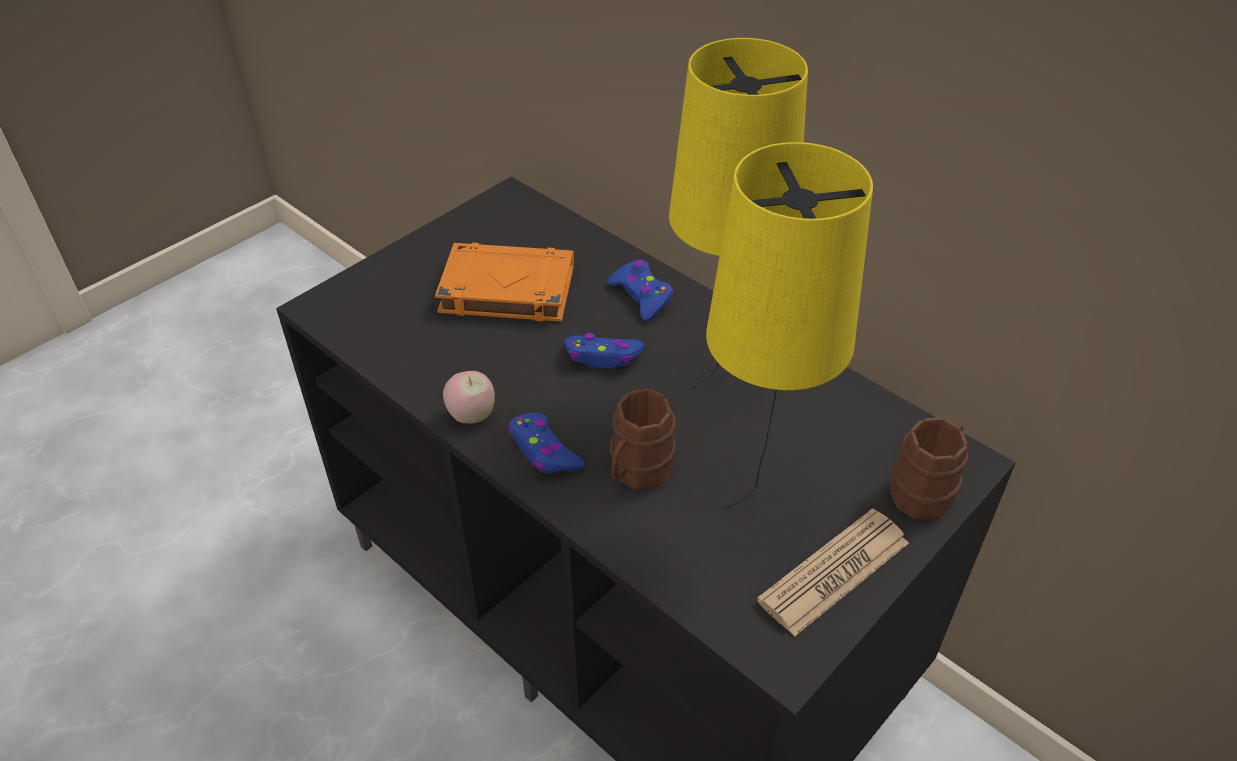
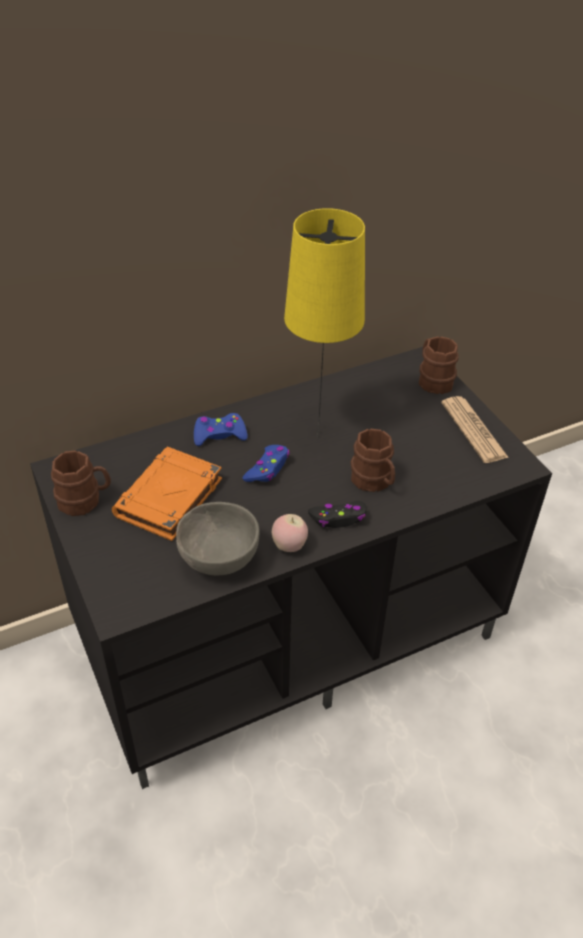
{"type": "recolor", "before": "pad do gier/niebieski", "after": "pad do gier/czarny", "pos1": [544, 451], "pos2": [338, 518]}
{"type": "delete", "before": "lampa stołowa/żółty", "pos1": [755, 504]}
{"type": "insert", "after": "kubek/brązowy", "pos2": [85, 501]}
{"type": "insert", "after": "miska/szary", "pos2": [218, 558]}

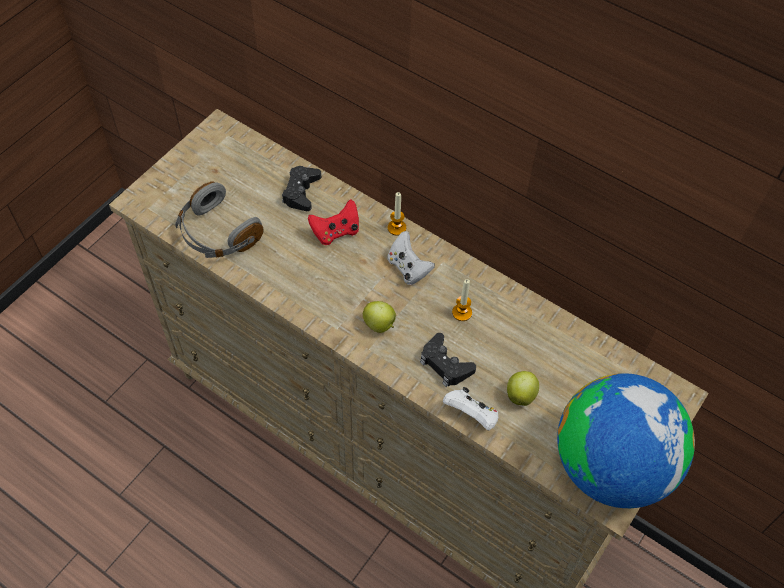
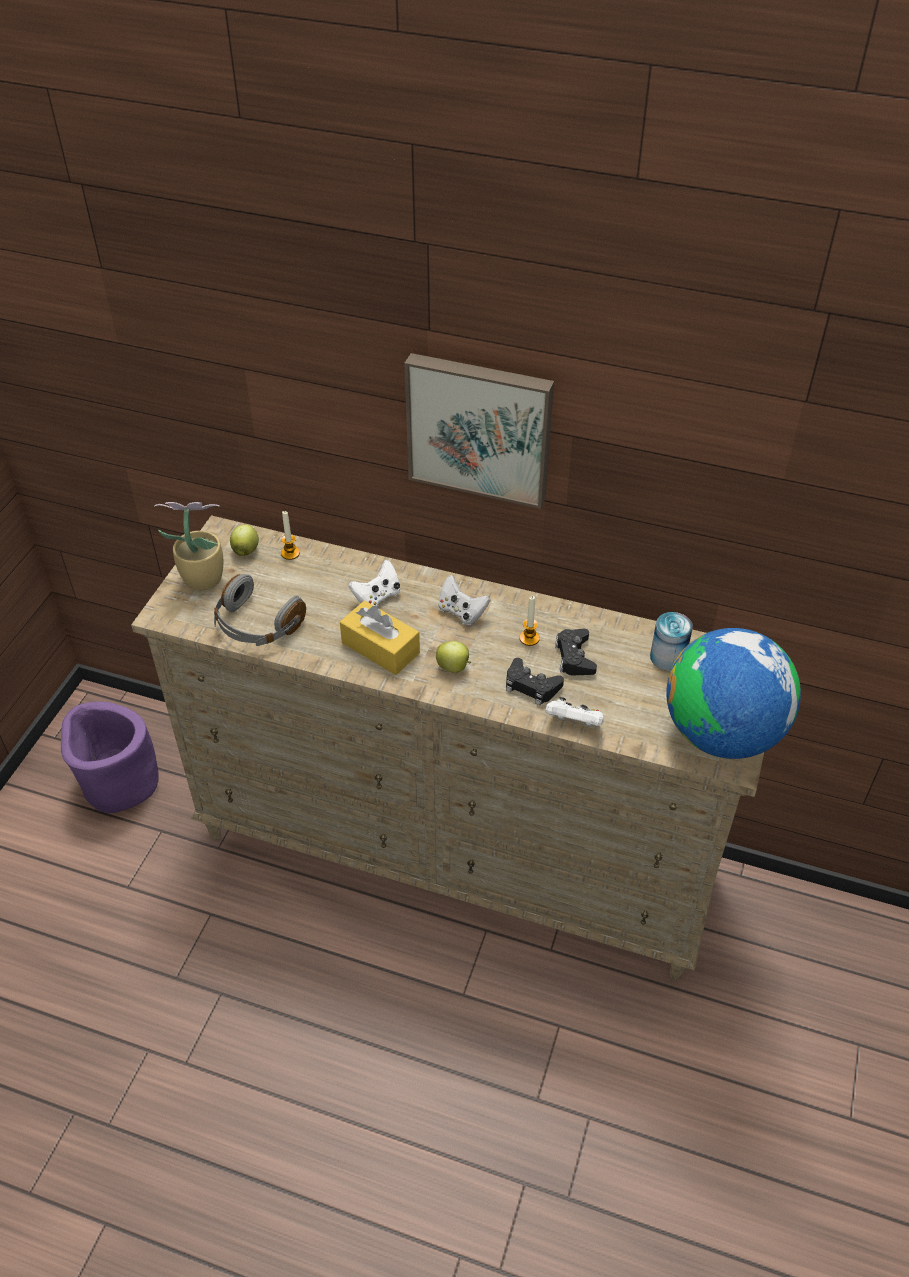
{"type": "move", "before": "pad do gier/czarny", "pos1": [301, 192], "pos2": [574, 657]}
{"type": "recolor", "before": "pad do gier/czerwony", "after": "pad do gier/biały", "pos1": [336, 232], "pos2": [377, 597]}
{"type": "move", "before": "świeca", "pos1": [396, 228], "pos2": [290, 553]}
{"type": "move", "before": "jabłko", "pos1": [520, 394], "pos2": [246, 550]}
{"type": "insert", "after": "donica/fioletowy", "pos2": [119, 784]}
{"type": "insert", "after": "roślina doniczkowa", "pos2": [201, 578]}
{"type": "insert", "after": "pudełko chusteczek/żółty", "pos2": [380, 648]}
{"type": "insert", "after": "obraz", "pos2": [480, 427]}
{"type": "insert", "after": "puszka", "pos2": [667, 657]}

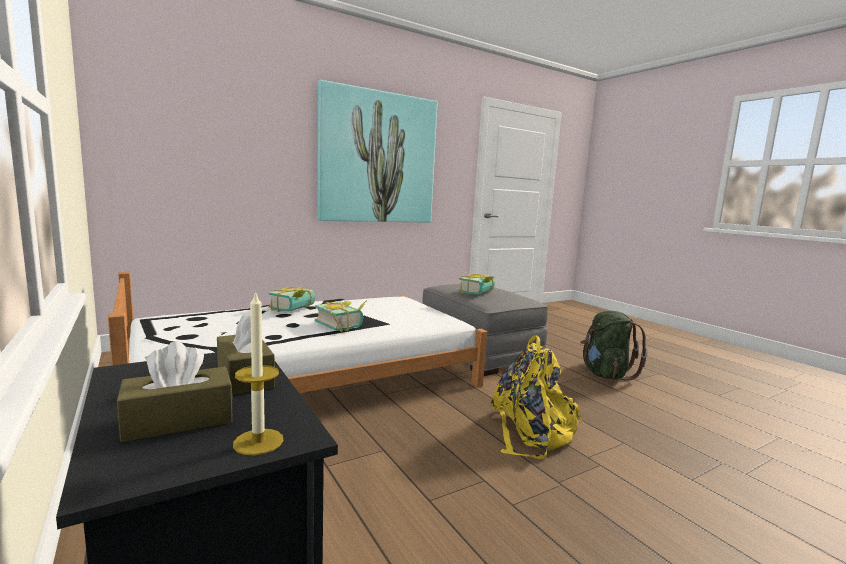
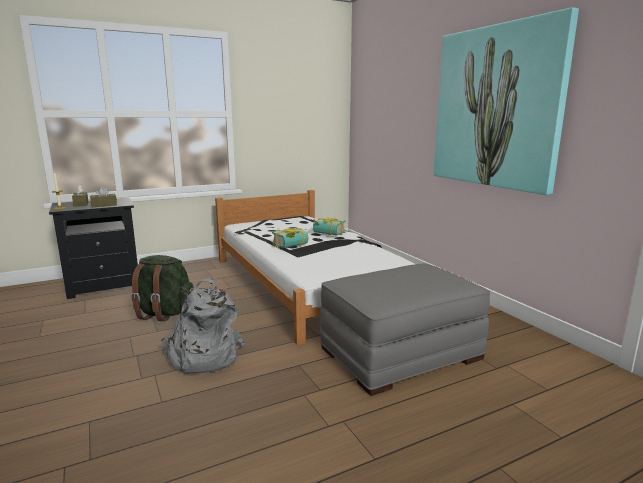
{"type": "delete", "before": "książka", "pos1": [479, 293]}
{"type": "recolor", "before": "plecak/żółty", "after": "plecak/szary", "pos1": [532, 432], "pos2": [203, 357]}
{"type": "move", "before": "plecak/zielony", "pos1": [605, 374], "pos2": [164, 313]}

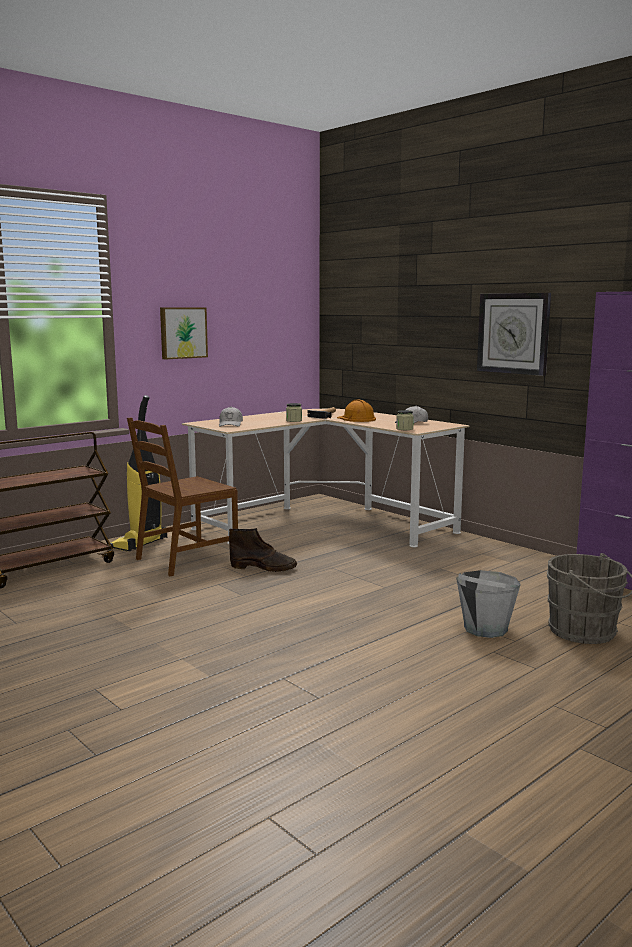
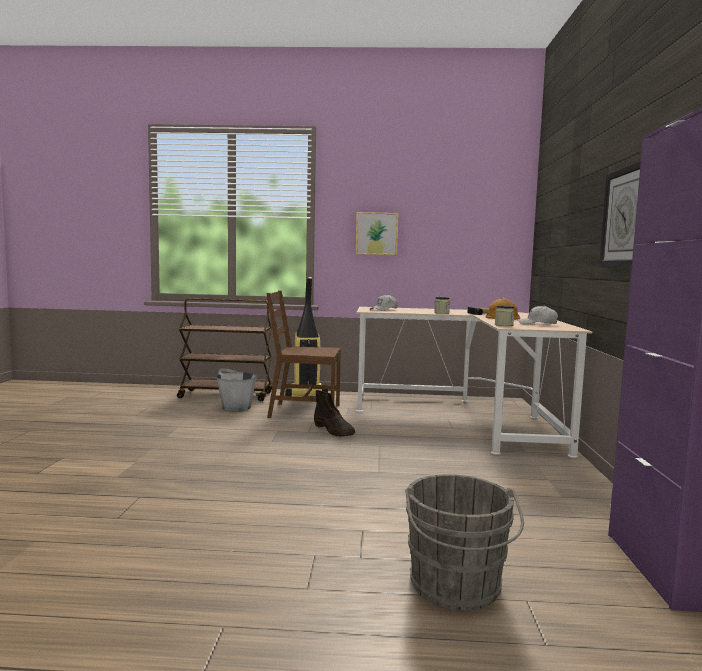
{"type": "move", "before": "wiadro/szary", "pos1": [485, 628], "pos2": [236, 408]}

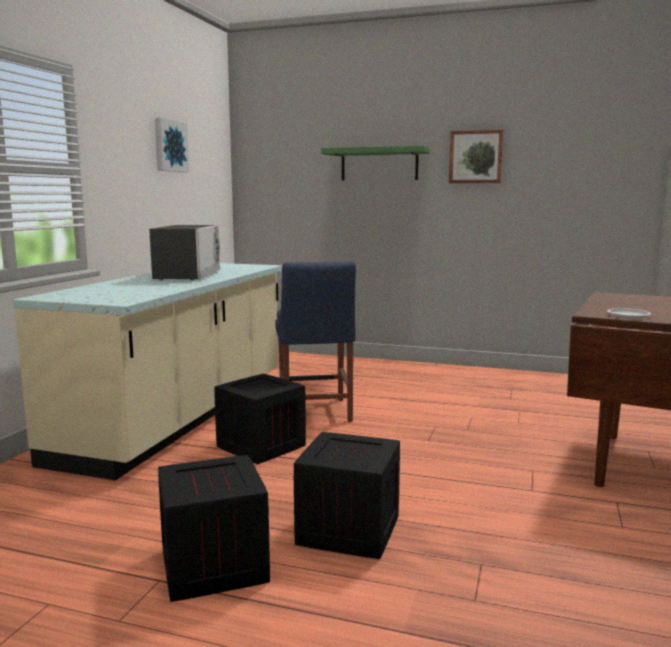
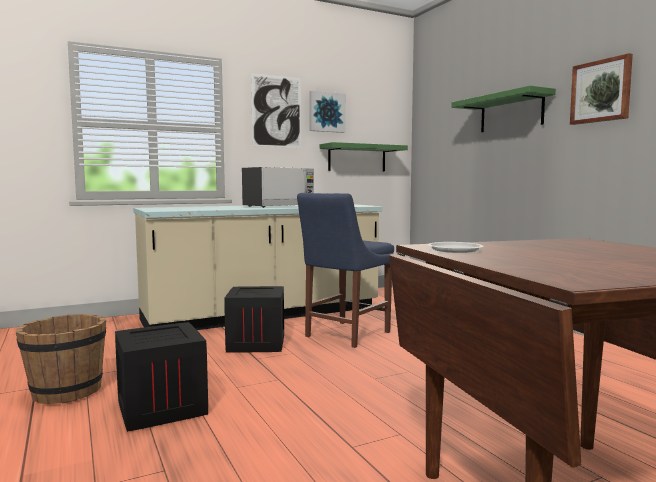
{"type": "replace", "before": "skrzynka", "after": "wiadro/brązowy", "pos1": [212, 565], "pos2": [66, 392]}
{"type": "insert", "after": "obraz", "pos2": [276, 111]}
{"type": "insert", "after": "półka/zielony", "pos2": [357, 158]}

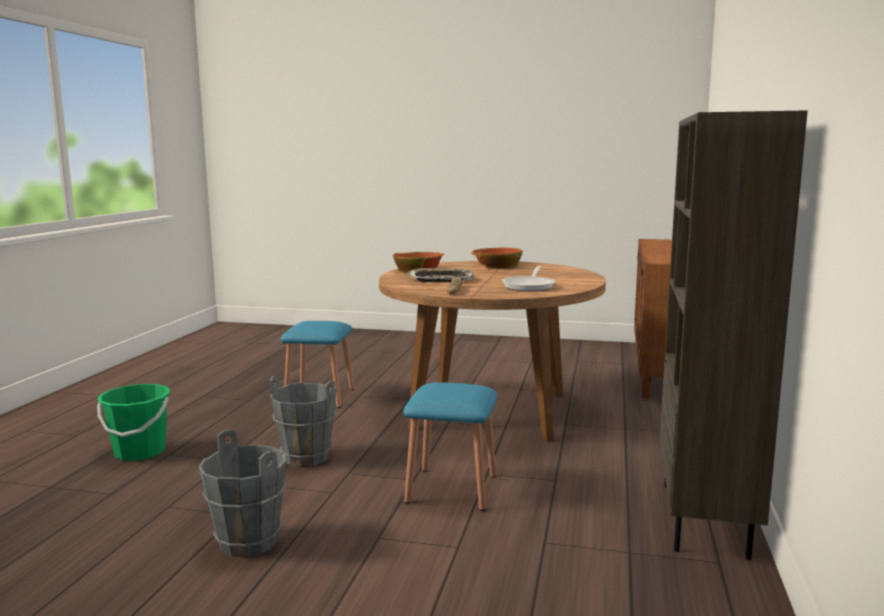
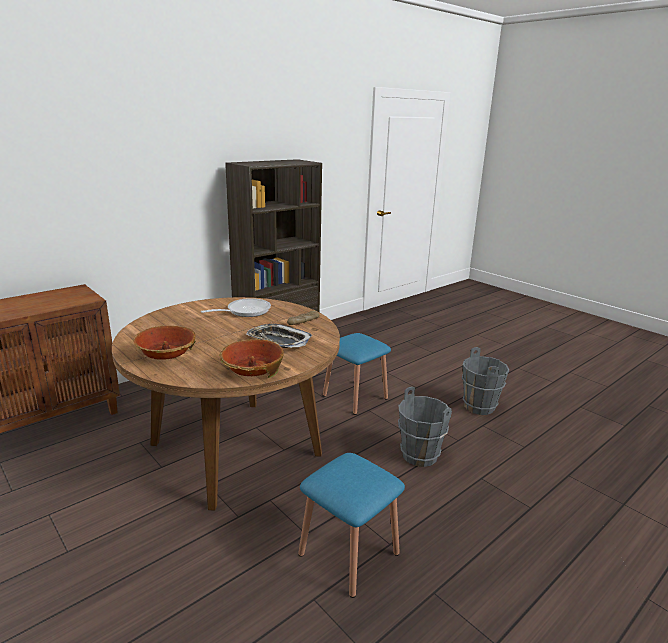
{"type": "delete", "before": "wiadro/zielony", "pos1": [139, 452]}

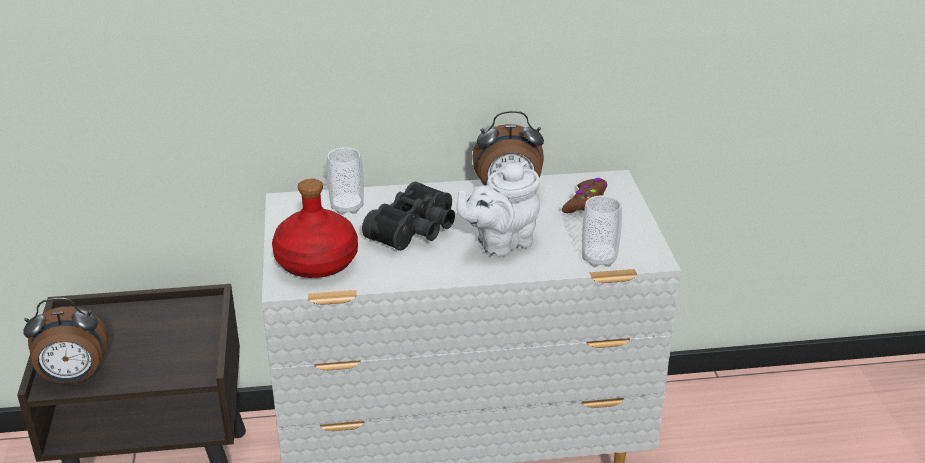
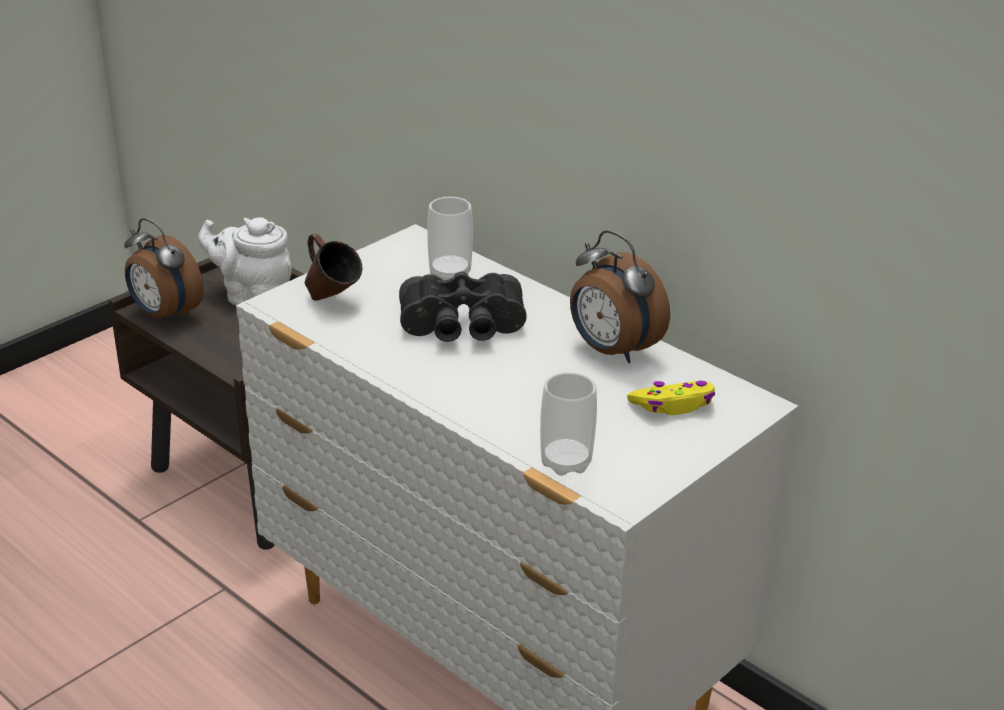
{"type": "replace", "before": "butelka/czerwony", "after": "kubek/brązowy", "pos1": [316, 262], "pos2": [332, 301]}
{"type": "move", "before": "imbryk/biały", "pos1": [500, 244], "pos2": [253, 296]}
{"type": "recolor", "before": "pad do gier/brązowy", "after": "pad do gier/żółty", "pos1": [585, 202], "pos2": [673, 405]}

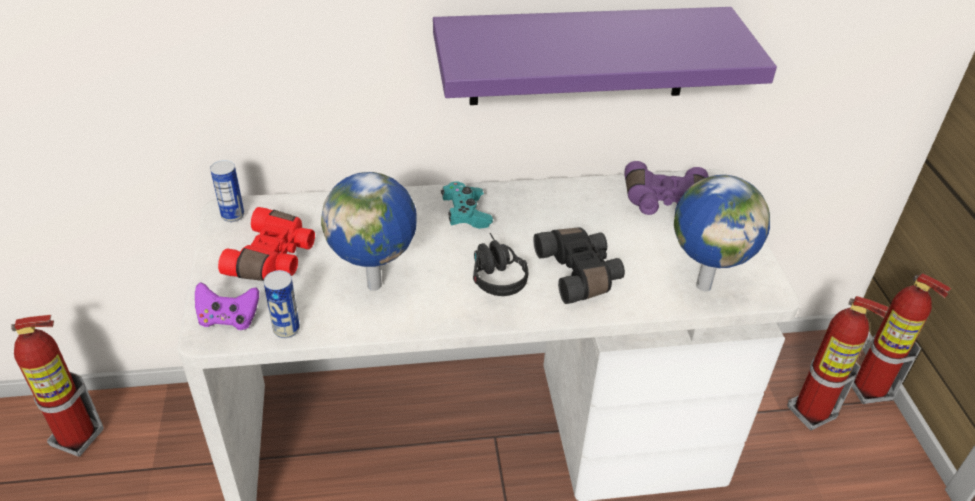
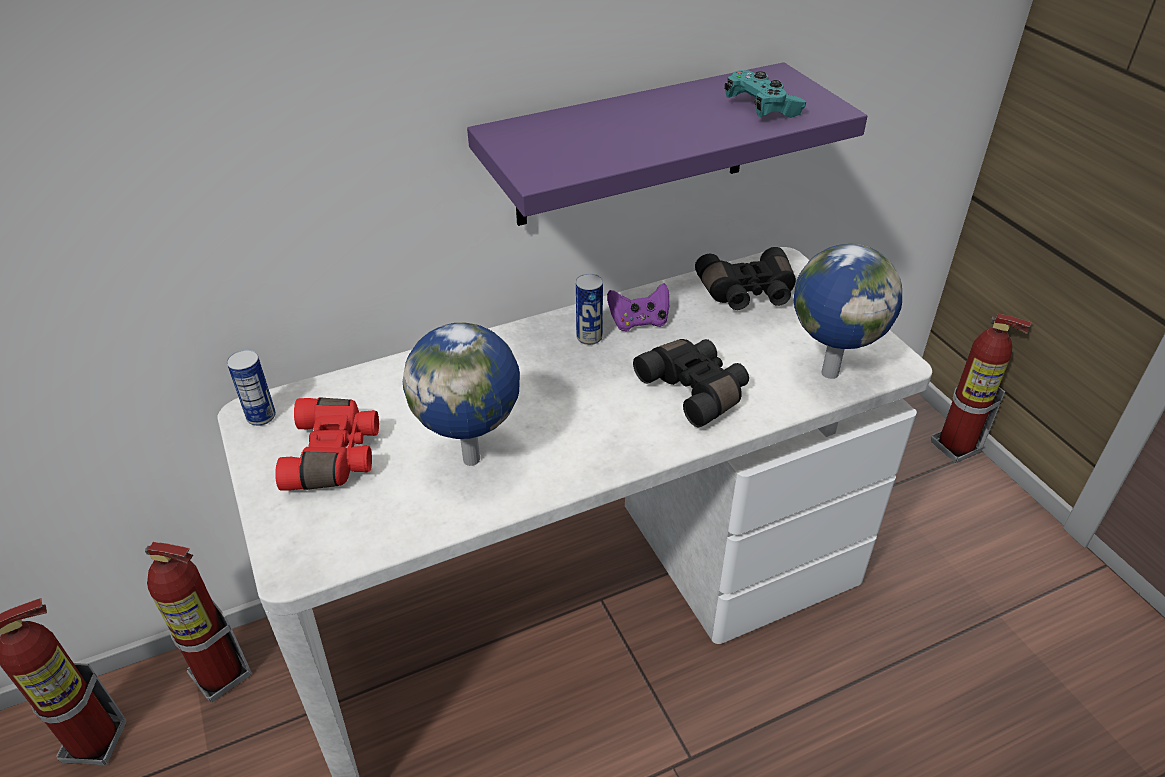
{"type": "move", "before": "pad do gier/fioletowy", "pos1": [229, 319], "pos2": [639, 322]}
{"type": "move", "before": "puszka", "pos1": [286, 329], "pos2": [589, 337]}
{"type": "move", "before": "pad do gier/turkusowy", "pos1": [466, 214], "pos2": [762, 108]}
{"type": "delete", "before": "słuchawki/czarny", "pos1": [494, 273]}
{"type": "recolor", "before": "lornetka/fioletowy", "after": "lornetka/czarny", "pos1": [664, 202], "pos2": [747, 293]}
{"type": "move", "before": "gaśnica", "pos1": [811, 413], "pos2": [221, 676]}

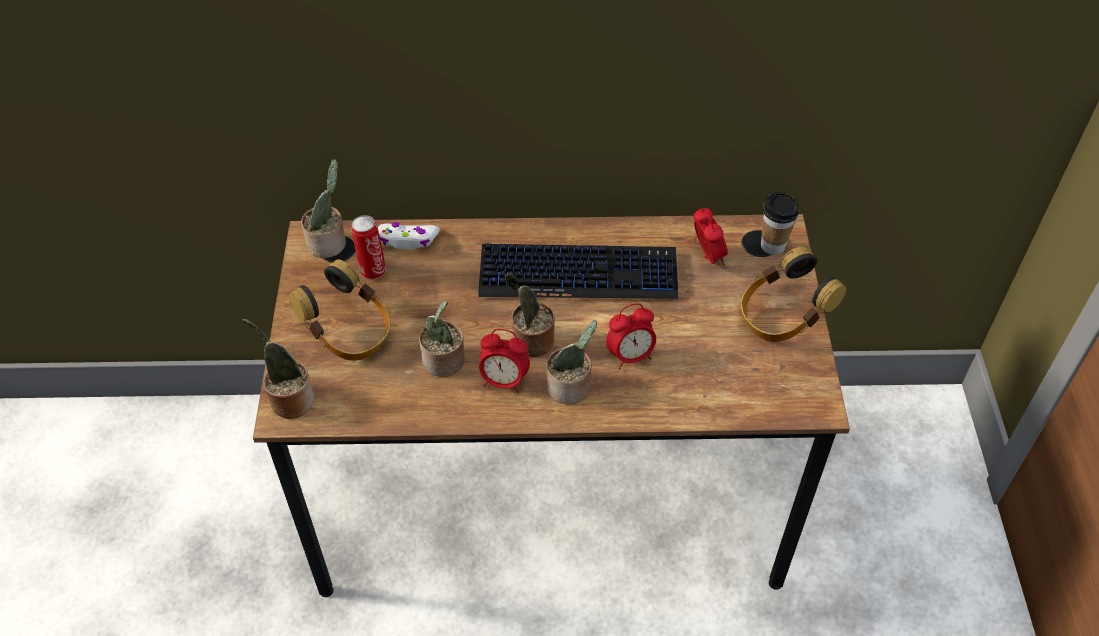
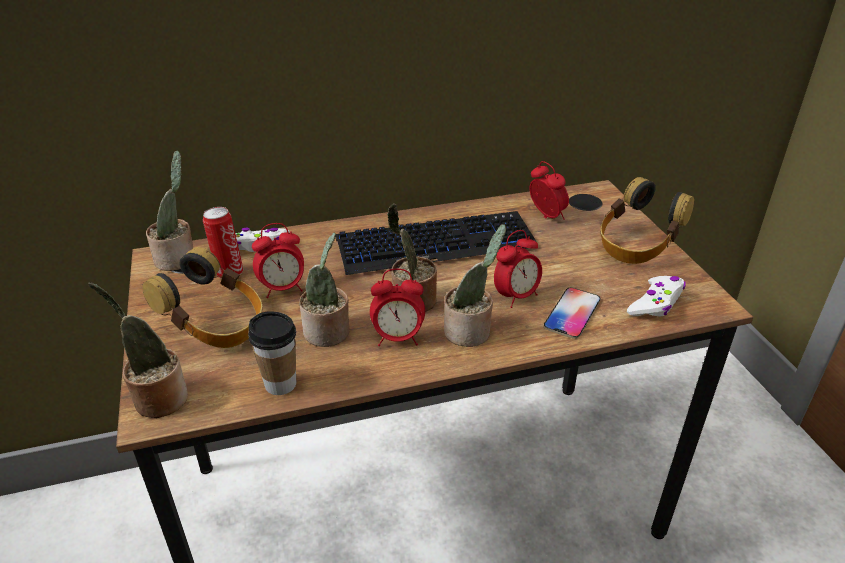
{"type": "move", "before": "filiżanka", "pos1": [772, 245], "pos2": [280, 384]}
{"type": "insert", "after": "budzik", "pos2": [283, 289]}
{"type": "insert", "after": "telefon", "pos2": [572, 313]}
{"type": "insert", "after": "pad do gier/biały", "pos2": [656, 303]}

